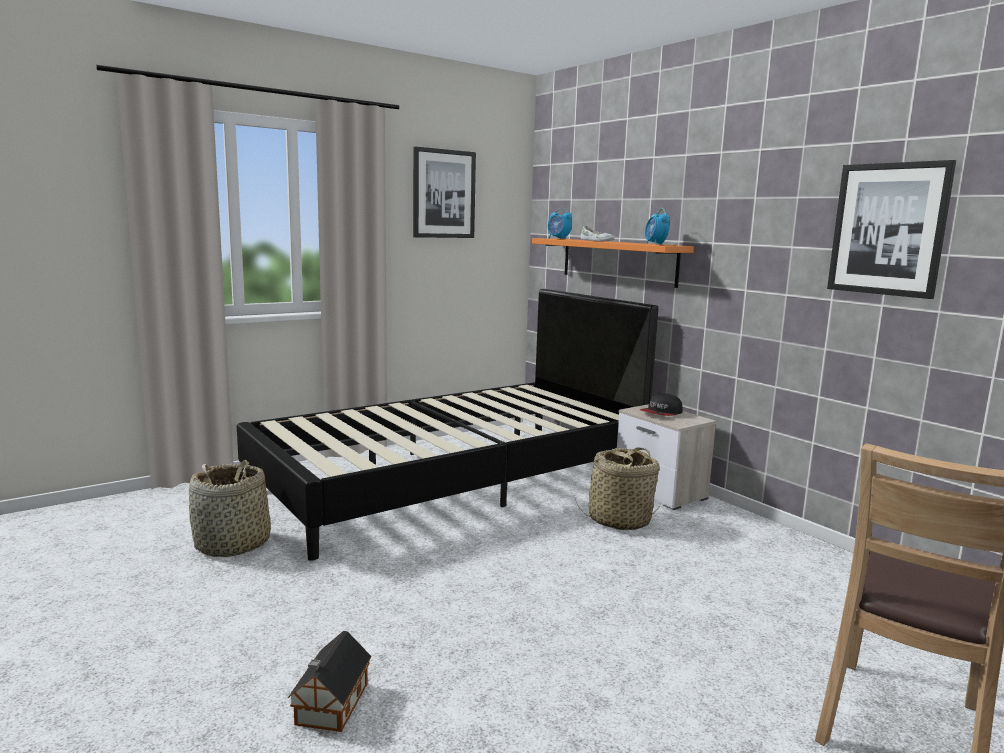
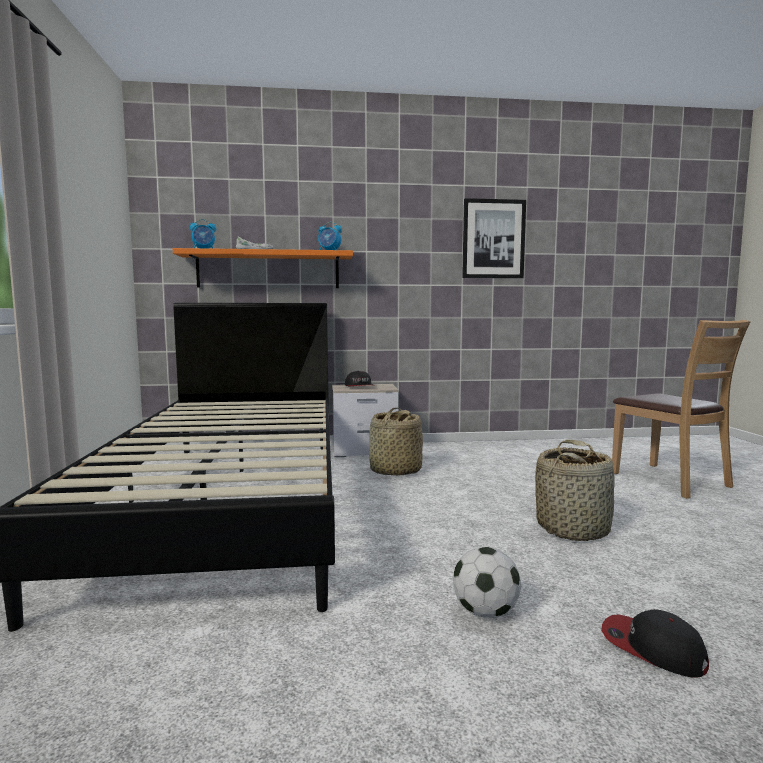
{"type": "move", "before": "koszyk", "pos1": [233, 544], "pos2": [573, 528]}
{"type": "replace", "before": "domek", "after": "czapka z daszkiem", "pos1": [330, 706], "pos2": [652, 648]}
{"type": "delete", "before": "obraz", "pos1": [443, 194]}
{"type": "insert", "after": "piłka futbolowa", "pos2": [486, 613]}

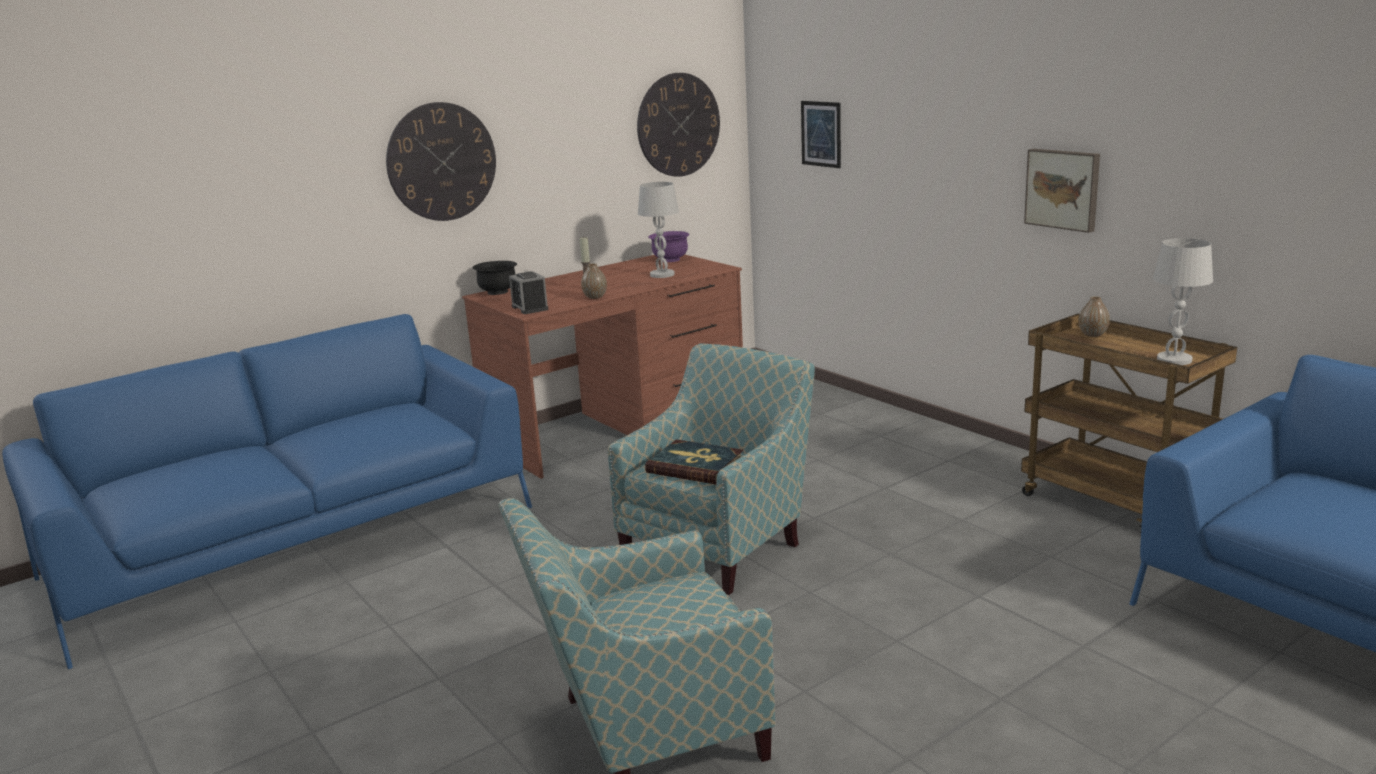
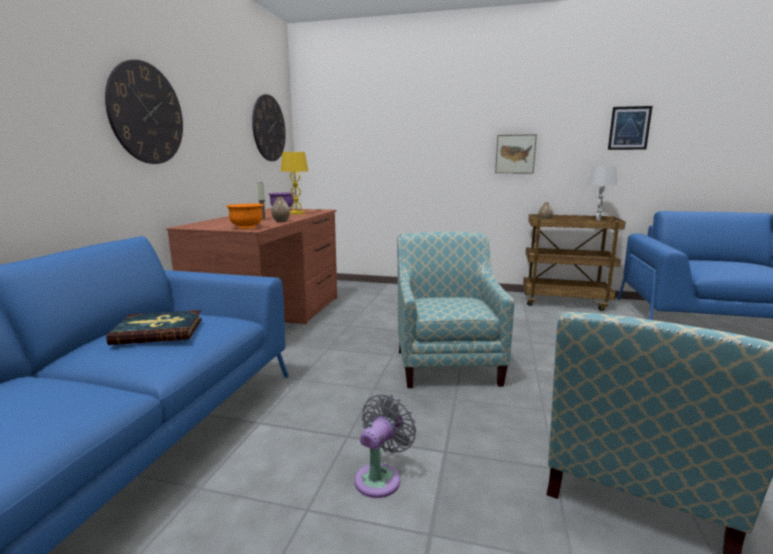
{"type": "delete", "before": "miska/czarny", "pos1": [498, 292]}
{"type": "replace", "before": "budzik", "after": "miska/pomarańczowy", "pos1": [530, 308], "pos2": [246, 227]}
{"type": "recolor", "before": "lampa stołowa/biały", "after": "lampa stołowa/żółty", "pos1": [662, 275], "pos2": [296, 213]}
{"type": "move", "before": "książka", "pos1": [695, 466], "pos2": [158, 331]}
{"type": "move", "before": "obraz", "pos1": [821, 134], "pos2": [629, 128]}
{"type": "insert", "after": "wentylator/szary", "pos2": [380, 477]}

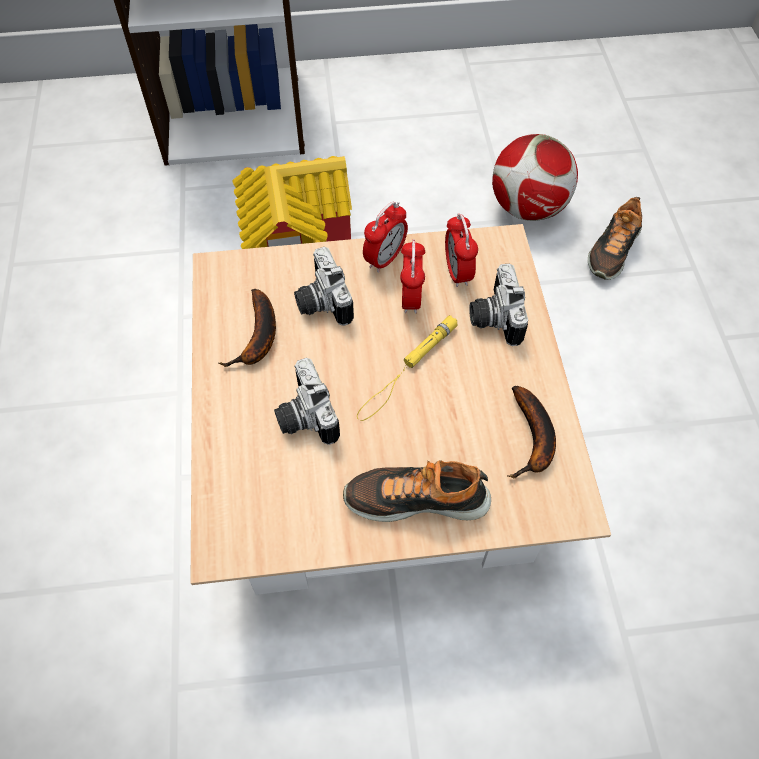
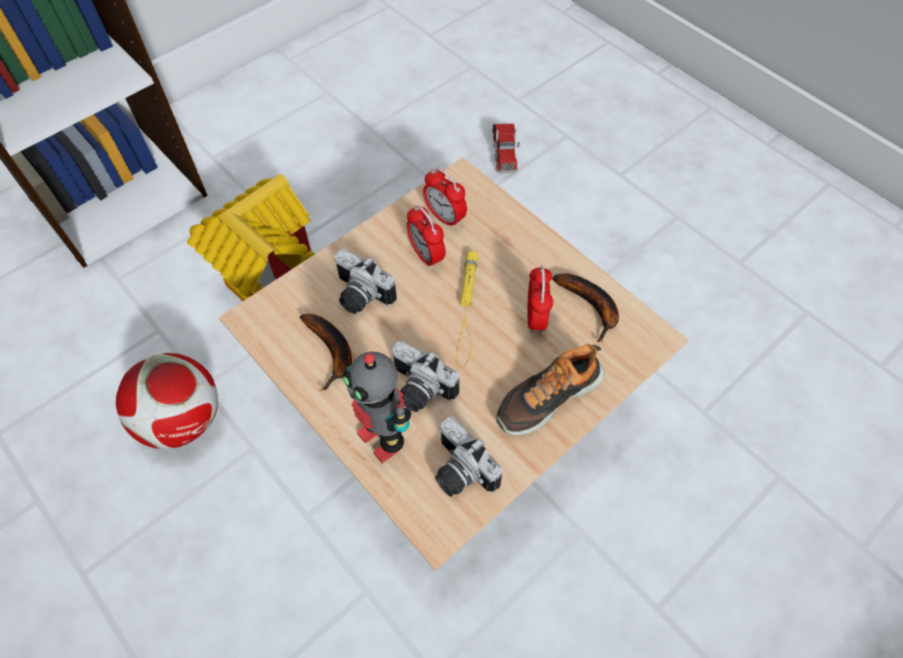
{"type": "move", "before": "budzik", "pos1": [385, 259], "pos2": [535, 318]}
{"type": "move", "before": "aparat fotograficzny", "pos1": [493, 317], "pos2": [459, 472]}
{"type": "move", "before": "piłka futbolowa", "pos1": [527, 208], "pos2": [182, 420]}
{"type": "replace", "before": "but", "after": "ciężarówka zabawkowa", "pos1": [612, 250], "pos2": [504, 151]}
{"type": "insert", "after": "robot zabawkowy", "pos2": [383, 438]}

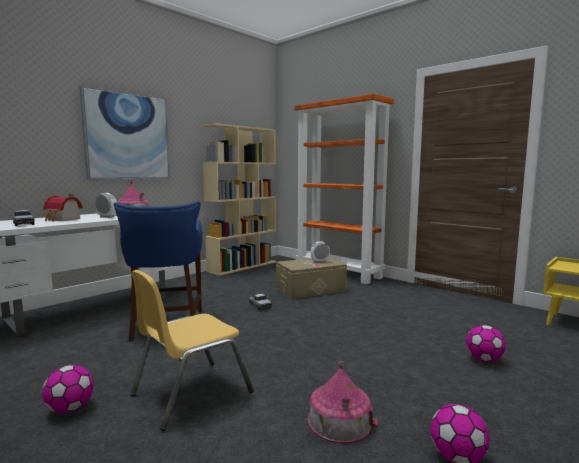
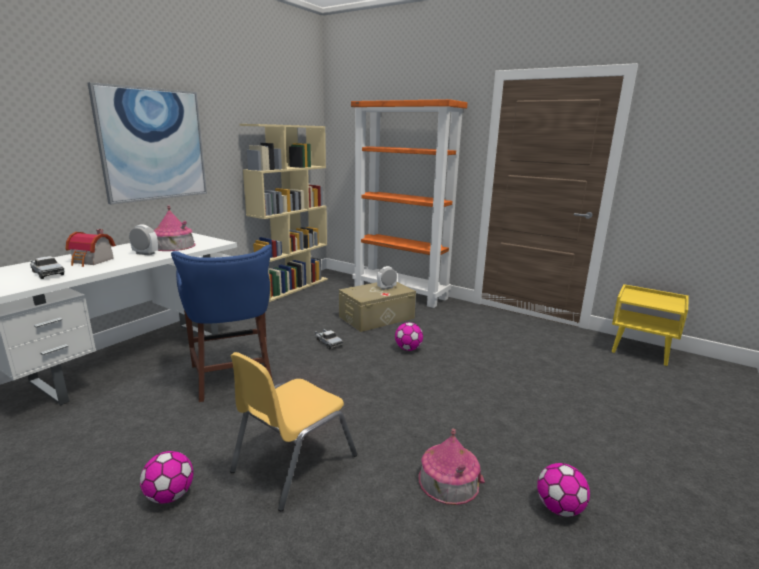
{"type": "move", "before": "piłka futbolowa", "pos1": [484, 360], "pos2": [408, 349]}

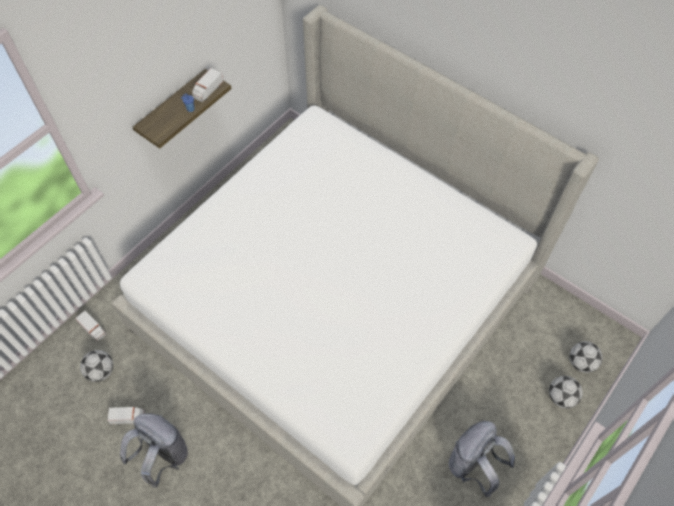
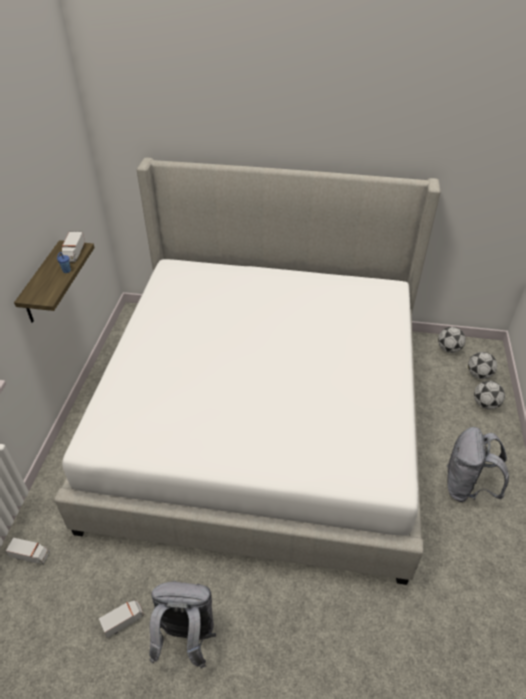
{"type": "move", "before": "piłka futbolowa", "pos1": [101, 371], "pos2": [448, 349]}

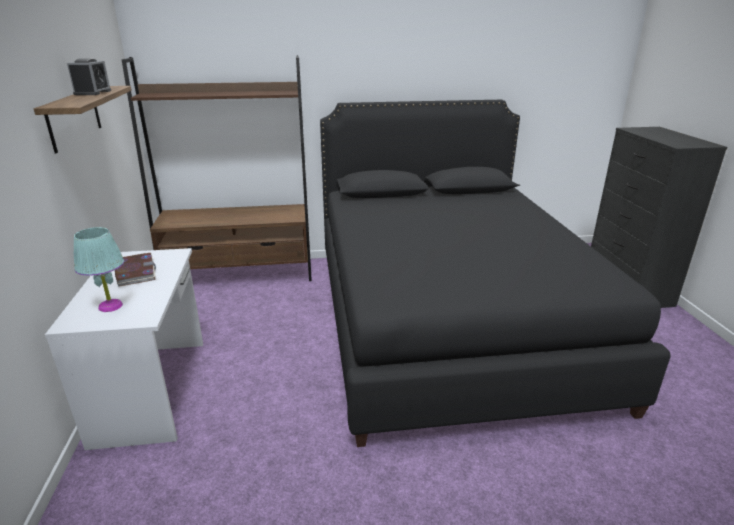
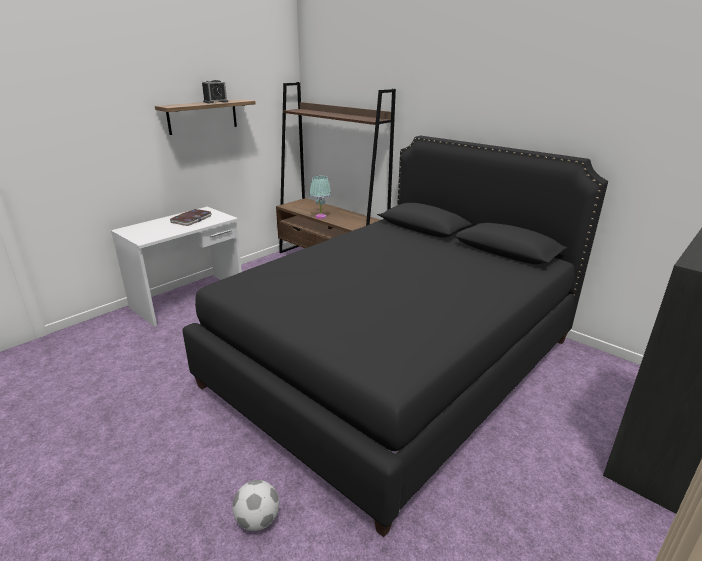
{"type": "move", "before": "lampa stołowa/turkusowy", "pos1": [111, 306], "pos2": [321, 216]}
{"type": "insert", "after": "piłka futbolowa", "pos2": [257, 520]}

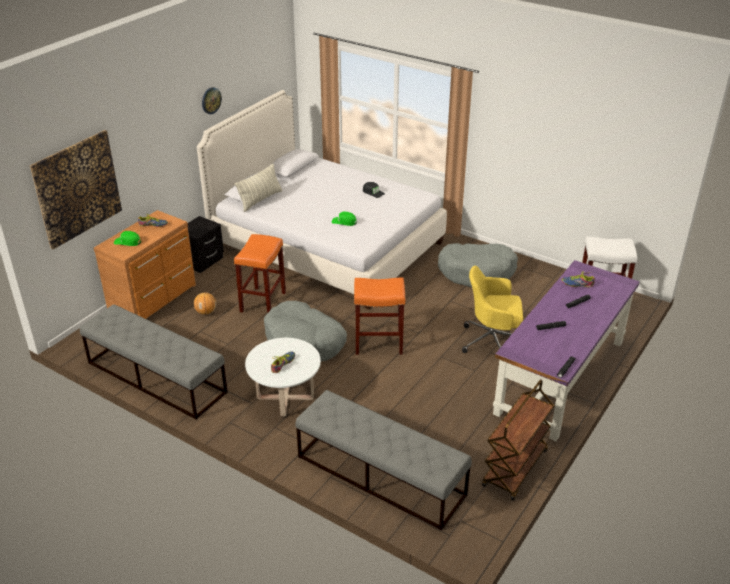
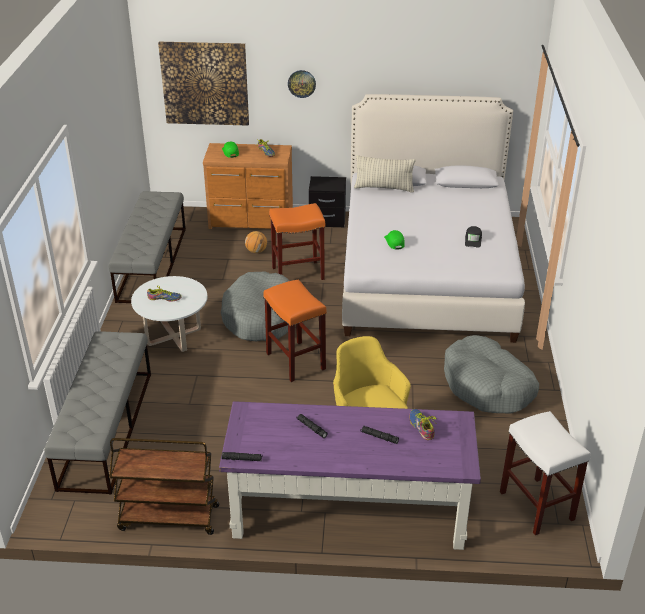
{"type": "move", "before": "zegar ścienny", "pos1": [211, 100], "pos2": [301, 83]}

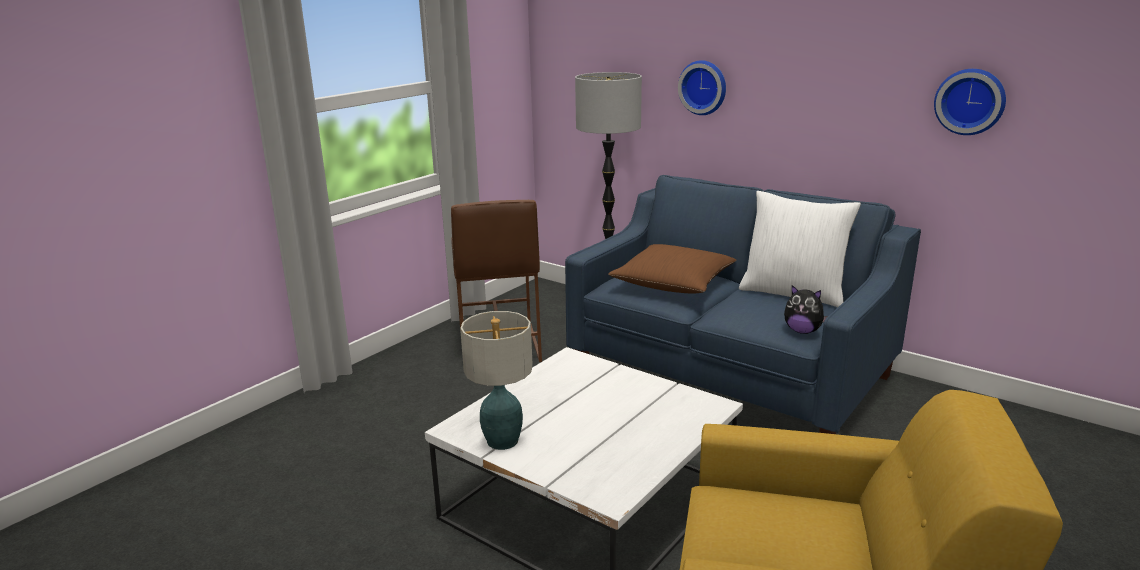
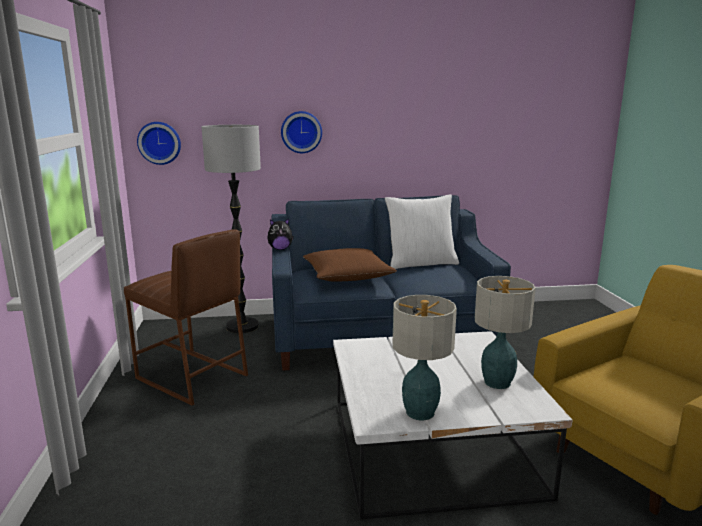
{"type": "move", "before": "pluszak", "pos1": [803, 331], "pos2": [280, 249]}
{"type": "move", "before": "zegar ścienny", "pos1": [970, 101], "pos2": [159, 143]}
{"type": "insert", "after": "lampa stołowa", "pos2": [497, 383]}

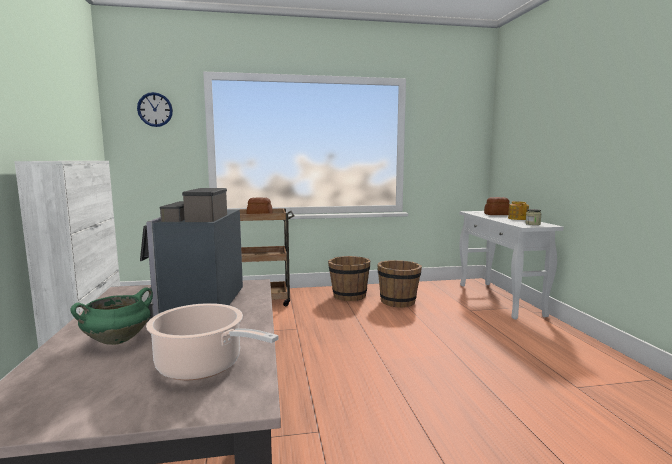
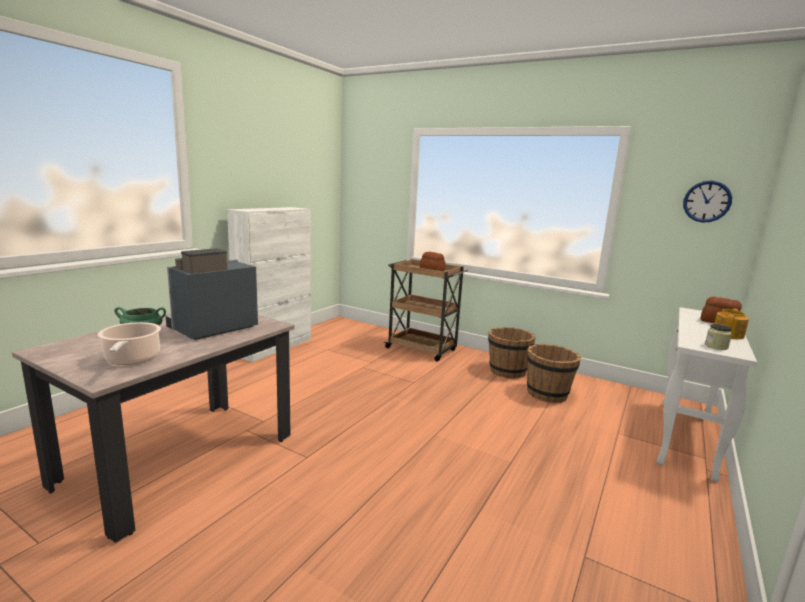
{"type": "move", "before": "zegar ścienny", "pos1": [155, 109], "pos2": [707, 201]}

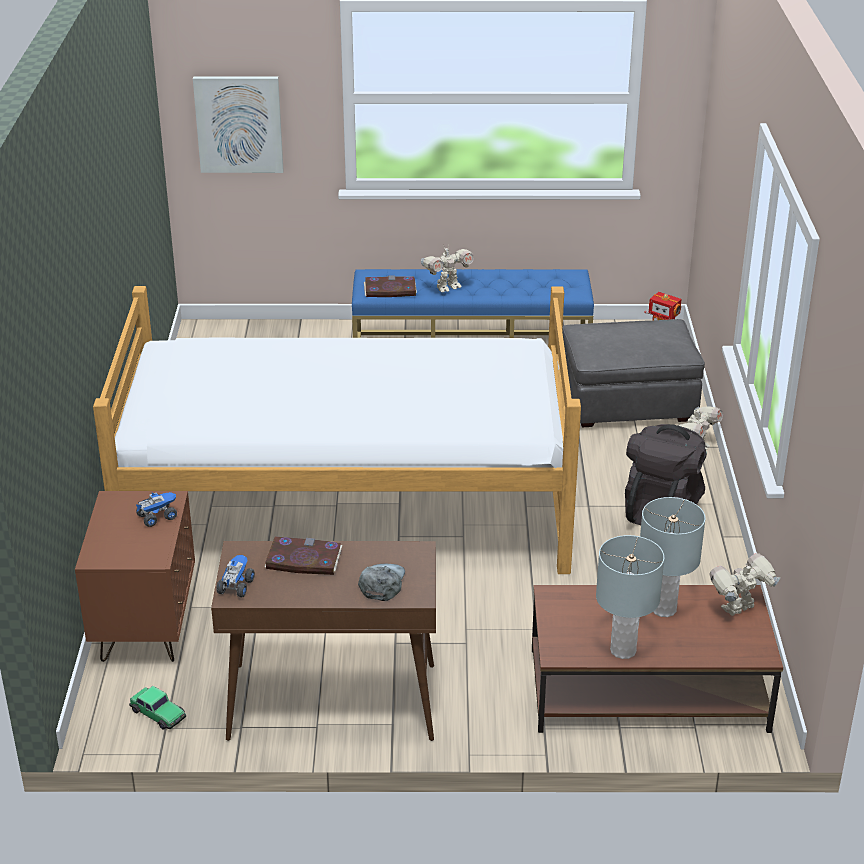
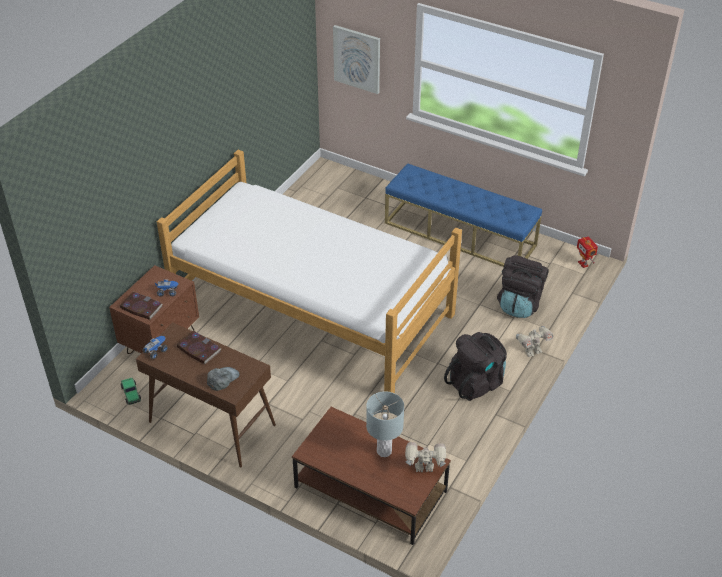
{"type": "move", "before": "książka", "pos1": [390, 290], "pos2": [141, 307]}
{"type": "delete", "before": "robot zabawkowy", "pos1": [447, 287]}
{"type": "replace", "before": "pufa/szary", "after": "plecak/czarny", "pos1": [627, 403], "pos2": [519, 304]}
{"type": "delete", "before": "lampa stołowa/szary", "pos1": [623, 650]}

